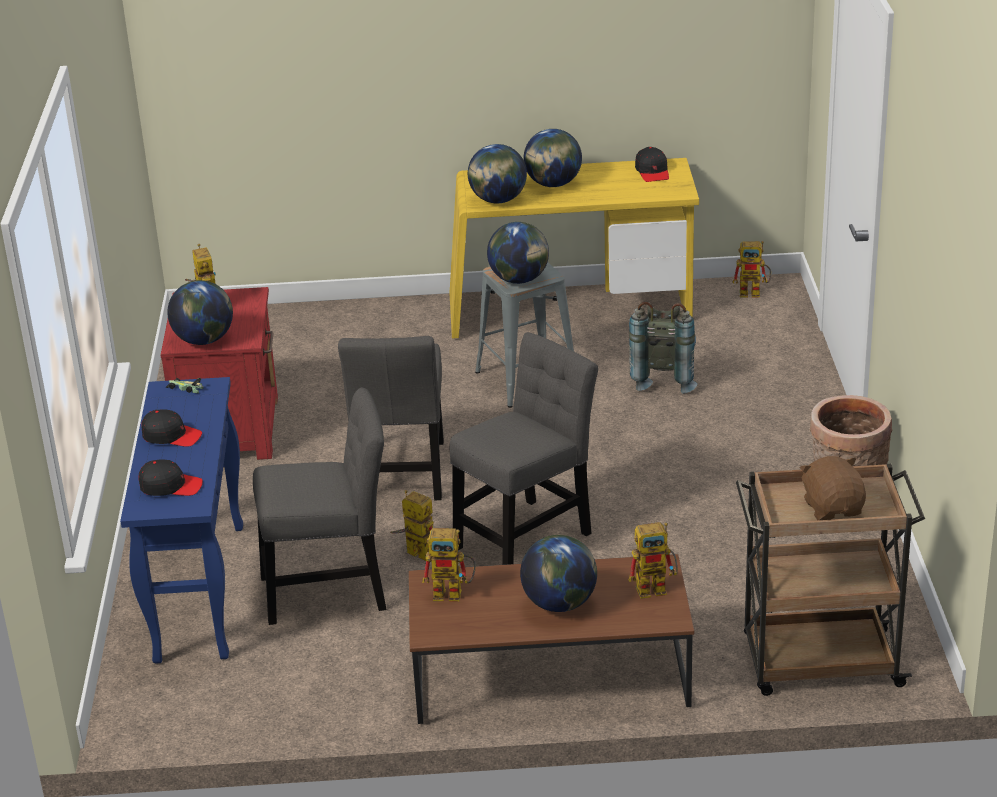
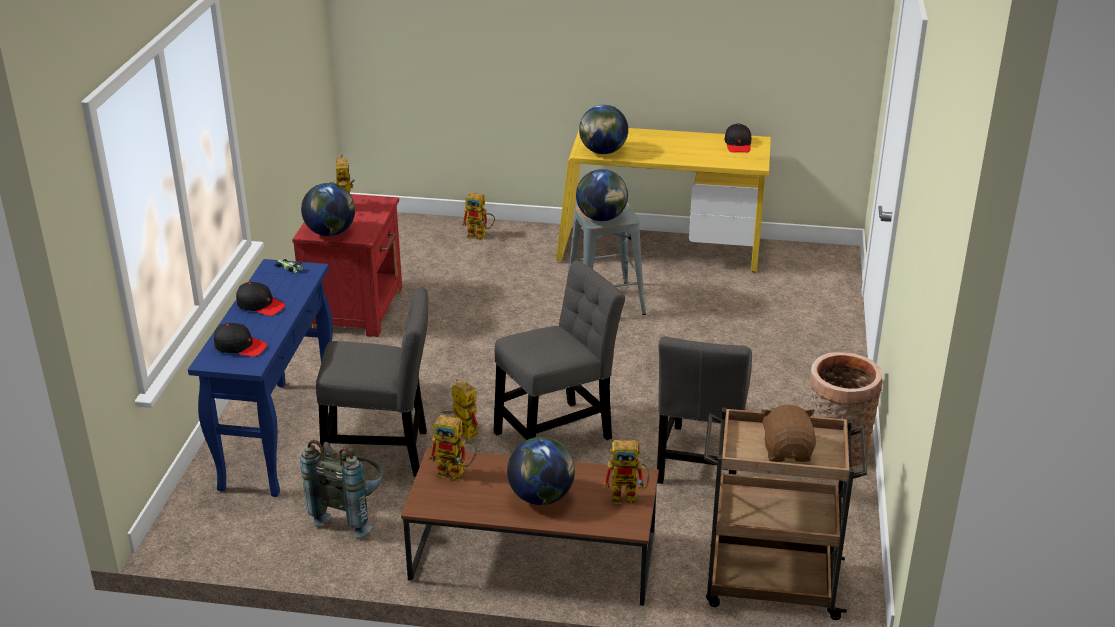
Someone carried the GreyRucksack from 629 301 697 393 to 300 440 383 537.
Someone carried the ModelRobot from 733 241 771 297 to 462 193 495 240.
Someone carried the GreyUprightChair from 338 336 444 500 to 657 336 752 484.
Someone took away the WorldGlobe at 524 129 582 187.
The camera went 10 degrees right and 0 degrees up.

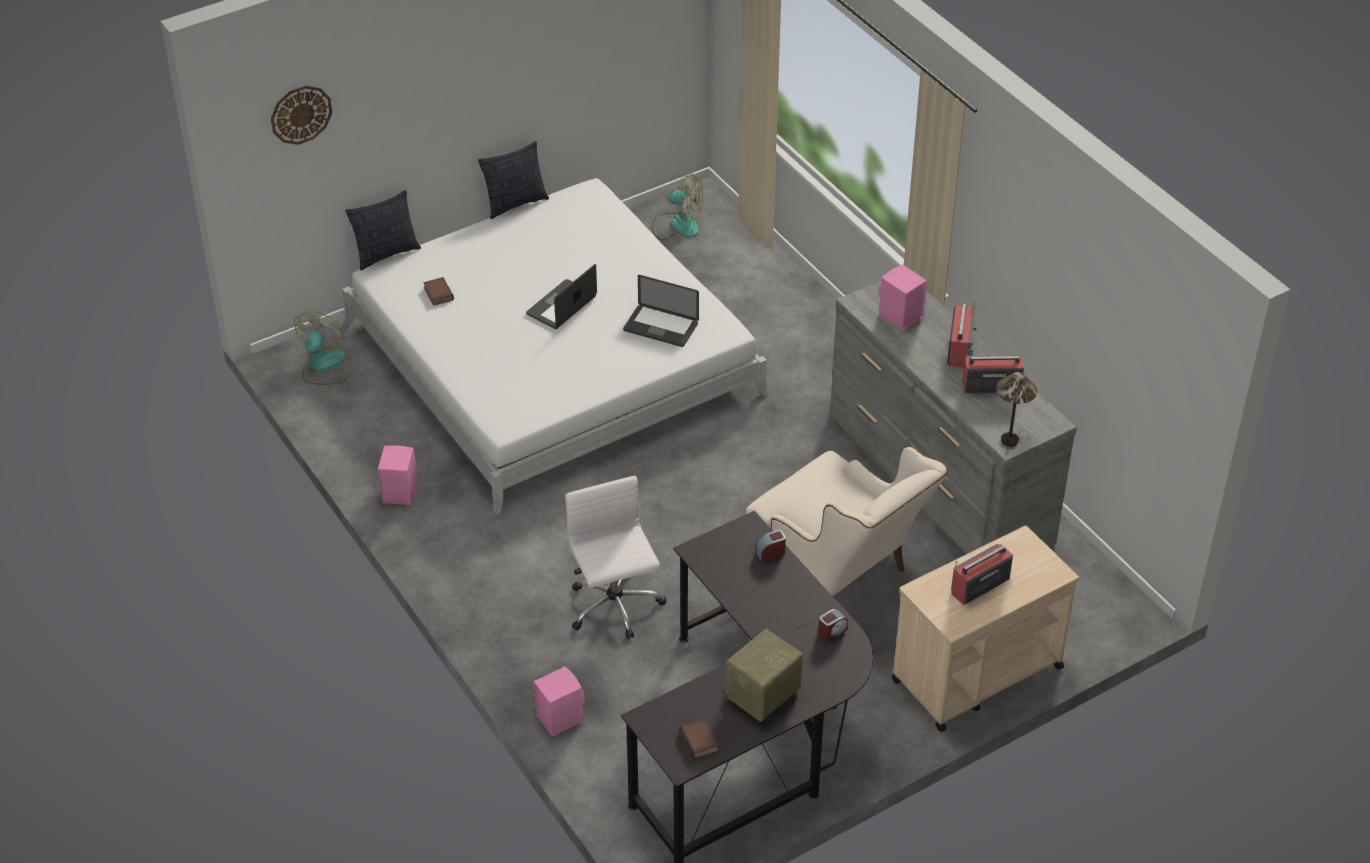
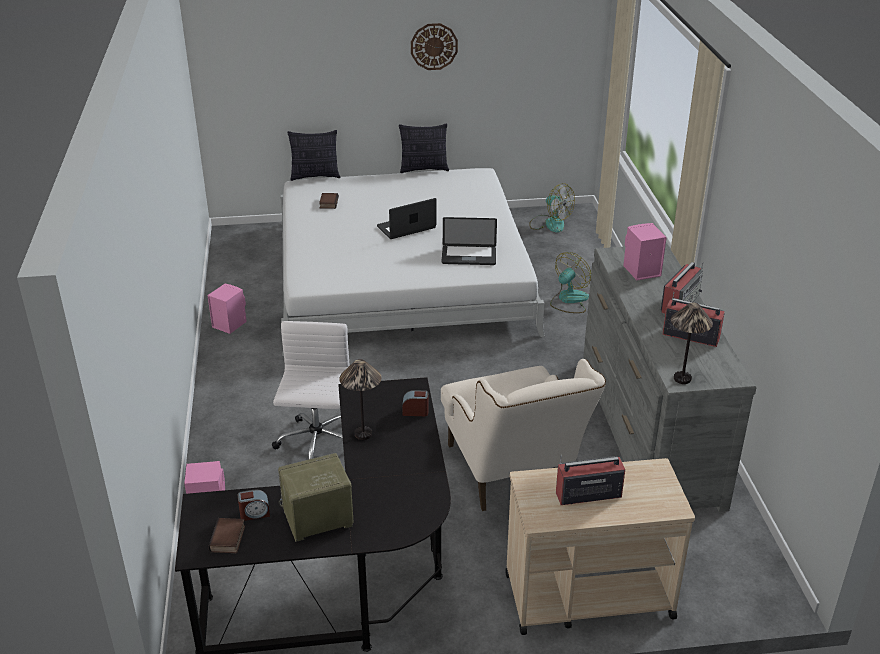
Someone carried the AlarmClock from 818 609 848 641 to 238 490 270 521.
Someone put down the TableLamp at 339 359 381 440.
Someone carried the WallClock from 271 86 332 145 to 411 23 458 70.
Someone rotated the NotebookComputer at 623 275 699 347 by 45 degrees counterclockwise.
Someone carried the CoolingFan from 294 312 348 385 to 550 252 591 313.
The camera went 25 degrees right and 10 degrees down.

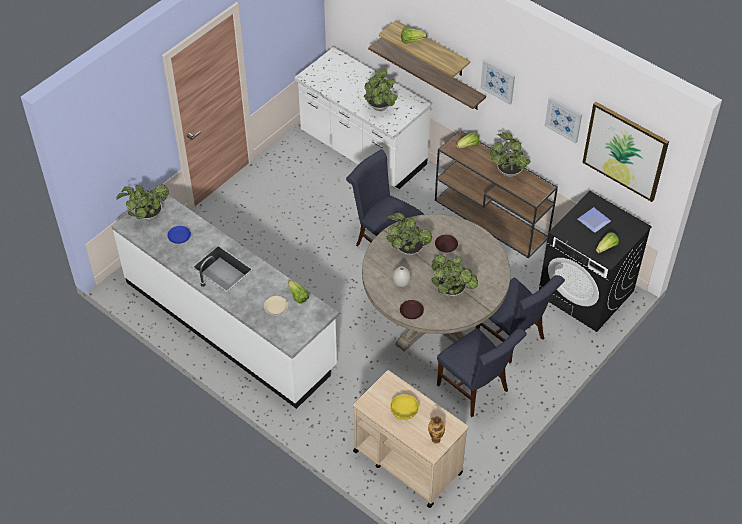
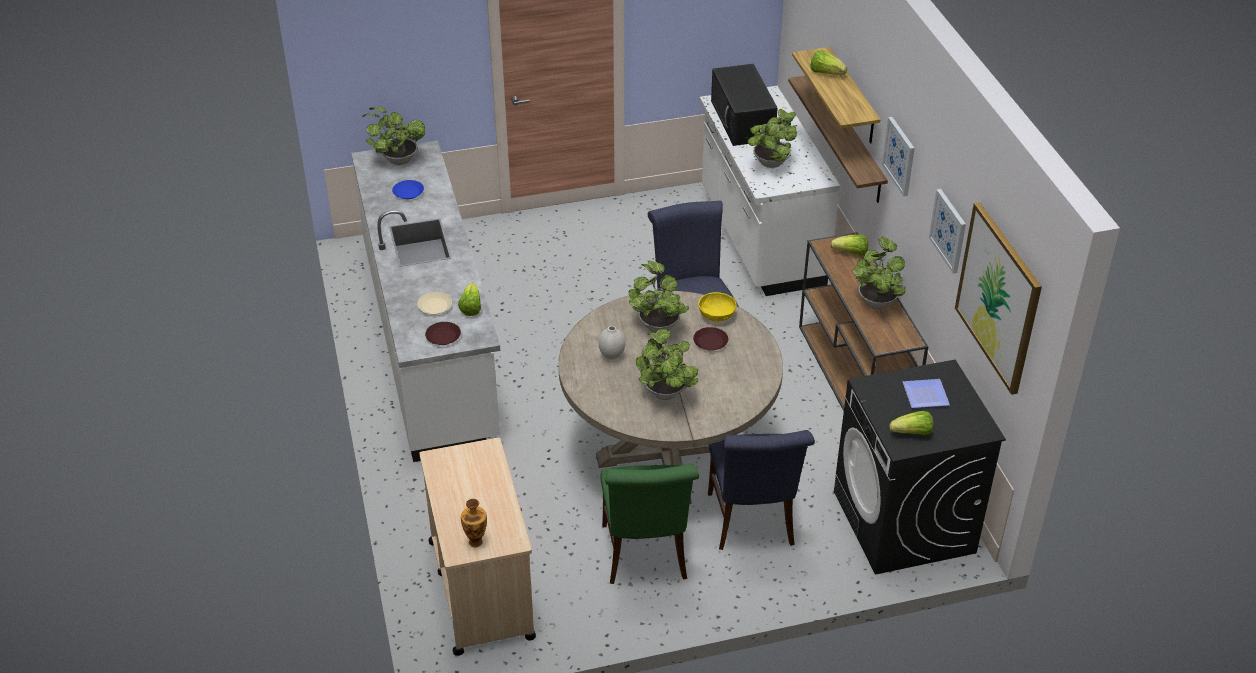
Someone carried the BrownColouredFlatDish from 400 300 424 319 to 425 322 461 345.
Someone repainted the BluishUprightChair at 437 328 527 417, which became the GreenishUprightChair at 600 464 699 584.
Someone carried the YellowDeepDish from 390 395 419 420 to 698 292 737 322.
Someone put down the BlackishKitchenMicrowave at 711 64 778 146.
The camera went 35 degrees right and 10 degrees down.

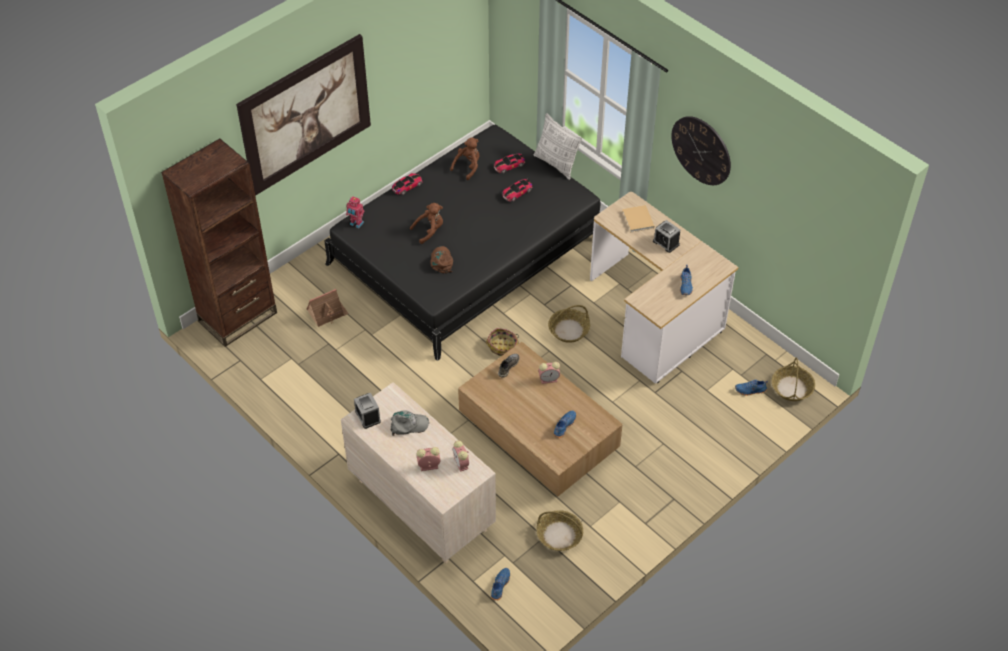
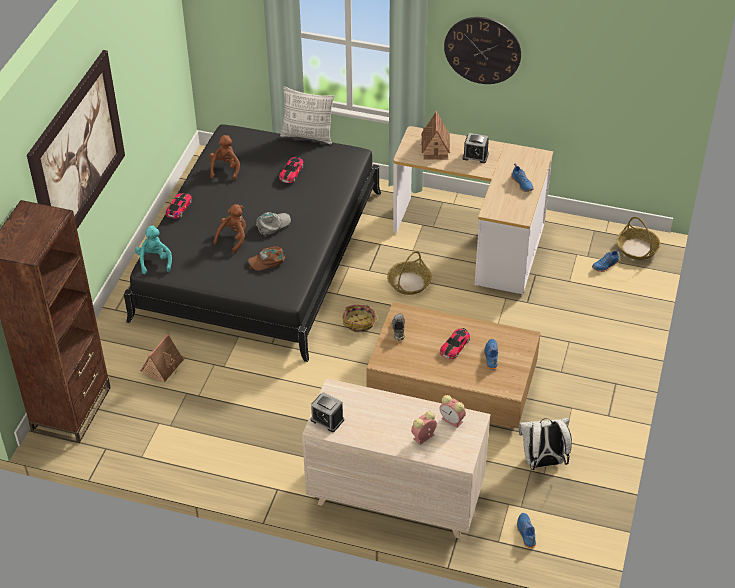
Someone swapped the ModelRobot at 346 196 365 228 for the TurquoiseSoftToy at 135 226 172 274.
Someone rotated the BrownColouredPeakedCap at 430 246 453 274 by 75 degrees counterclockwise.
Someone carried the GreyPeakedCap from 391 410 430 436 to 256 212 291 237.
Someone swapped the BeigeColouredBoundBook at 622 205 654 233 for the MiniatureHouse at 420 111 450 160.
Someone carried the ToyCar from 494 153 525 173 to 440 328 470 359.
Someone swapped the StorageBasket at 537 510 583 551 for the WhitishRucksack at 519 418 572 470.
Someone took away the AlarmClock at 538 362 560 384.
The camera went 30 degrees left and 5 degrees down.

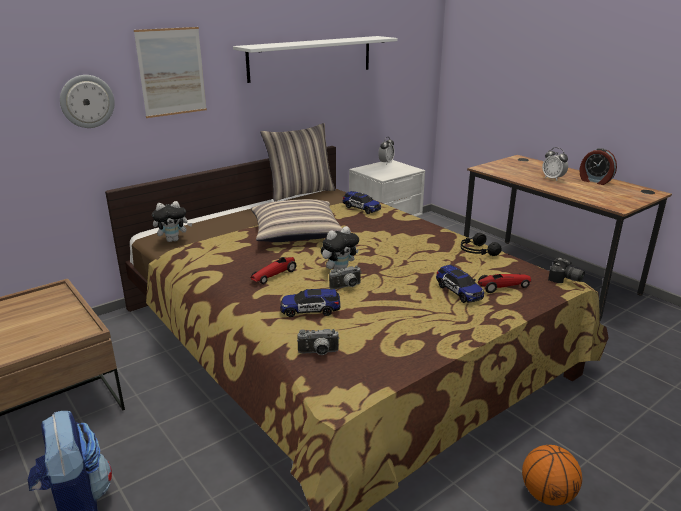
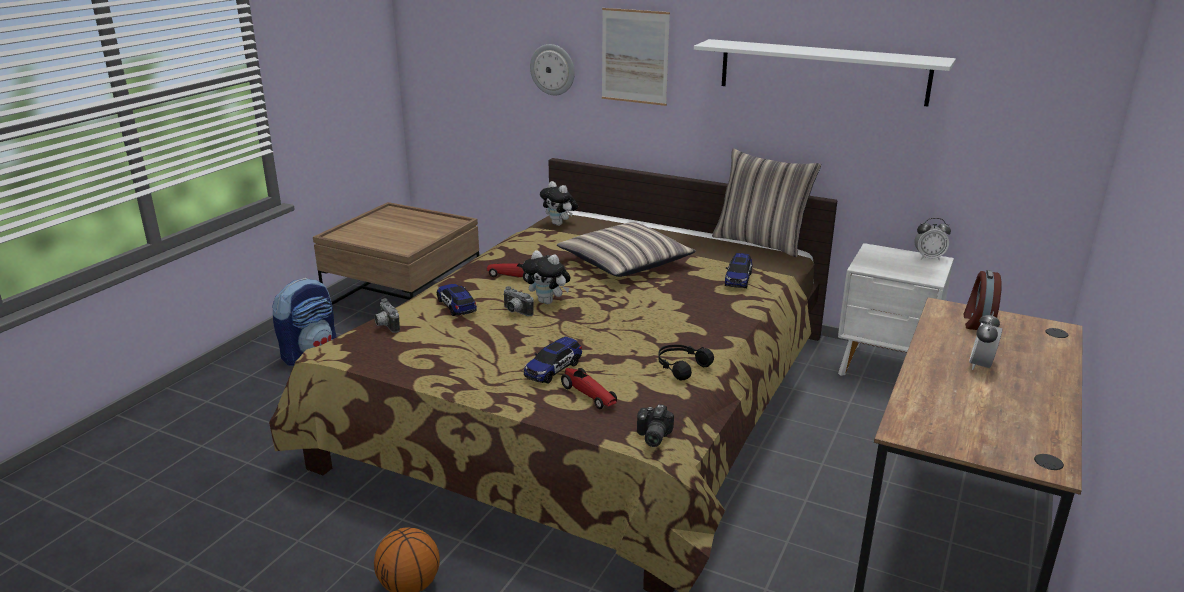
Someone carried the AlarmClock from 580 148 617 185 to 964 270 1002 330.
The camera went 65 degrees right and 0 degrees up.

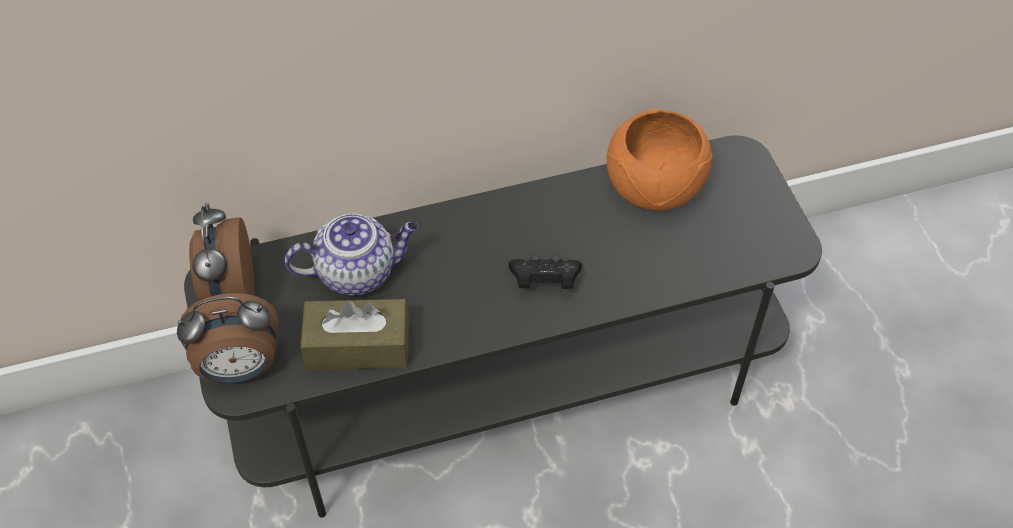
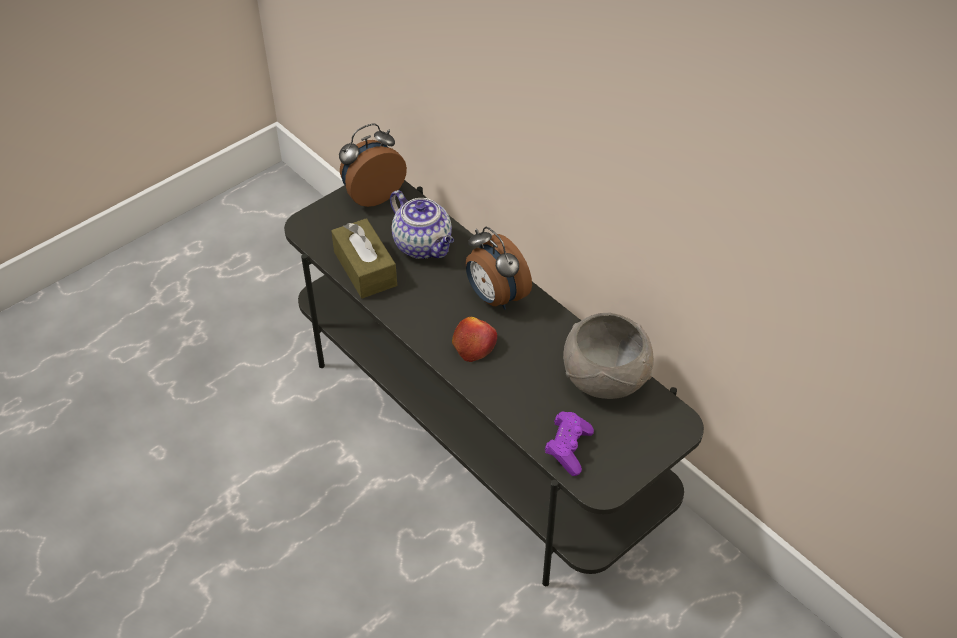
Someone swapped the BlackishJoypad at 508 254 582 289 for the WholeApple at 452 317 497 362.
Someone carried the AlarmClock from 177 293 279 383 to 466 227 532 310.
Someone put down the PurpleColouredJoypad at 545 411 594 476.
Someone repainted the OrangeColouredDeepDish at 607 108 713 211, which became the GreyDeepDish at 563 312 654 399.
The camera went 65 degrees right and 5 degrees down.

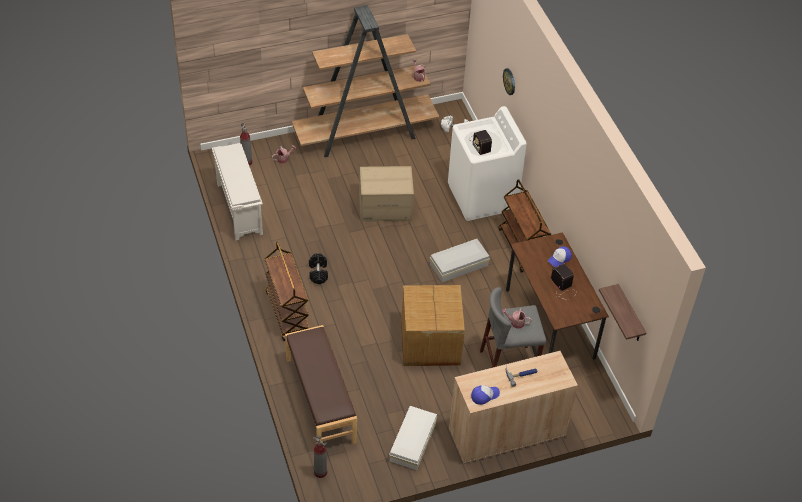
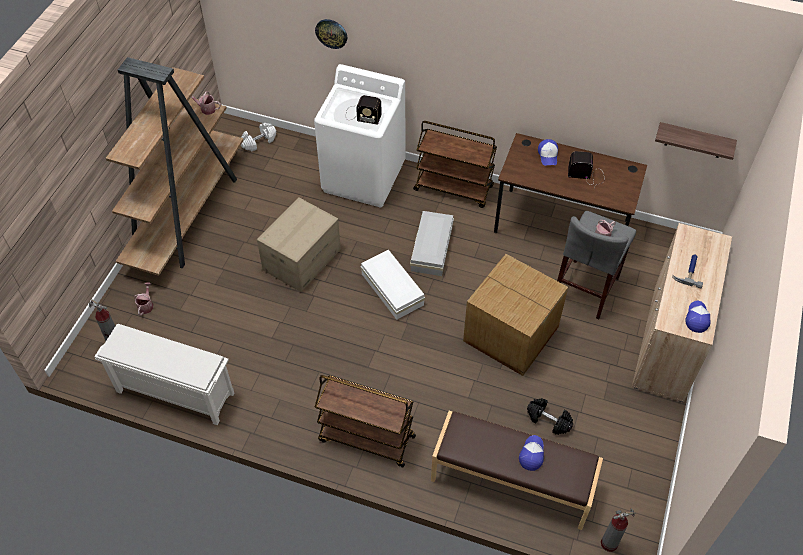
Someone carried the WhitishStorageBox from 389 406 437 470 to 360 250 425 320.
Someone put down the PeakedCap at 519 435 544 471.
Someone carried the BlackishDumbbell from 309 253 328 284 to 527 398 573 435.
The camera went 50 degrees left and 5 degrees up.

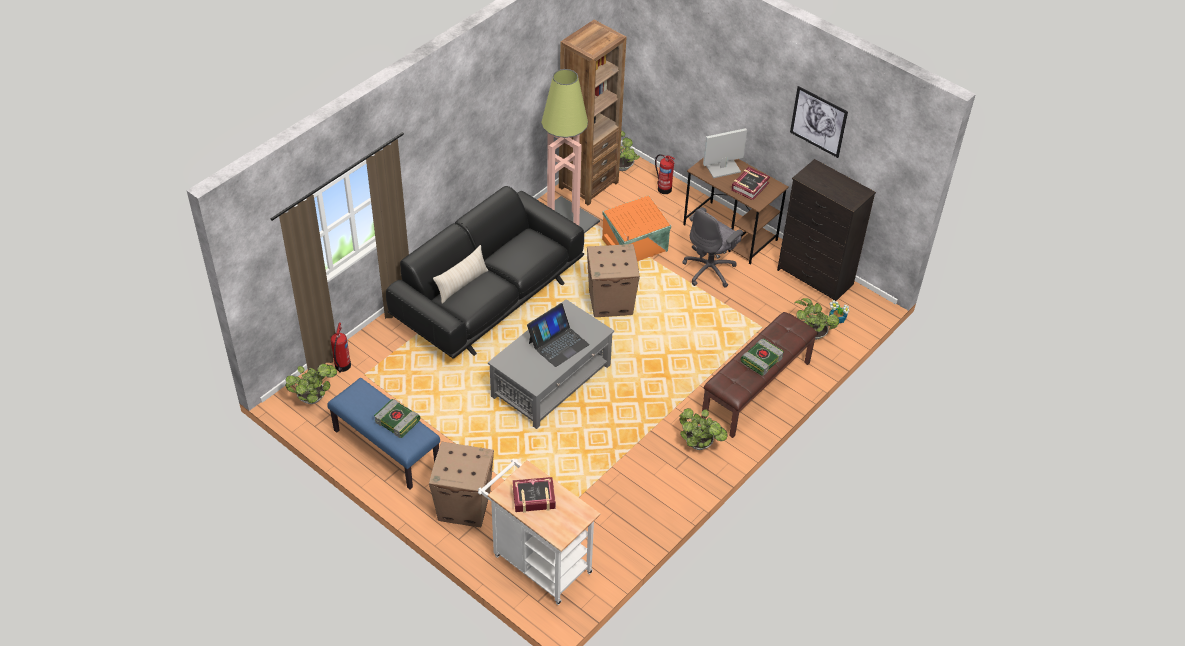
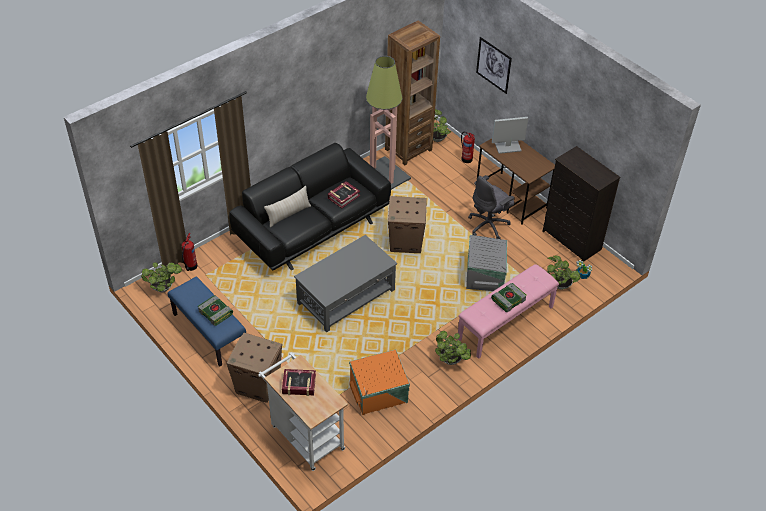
Someone carried the BoundBook from 731 167 770 200 to 328 181 360 208.
Someone carried the OrangeColouredStorageBox from 602 195 671 261 to 349 349 410 415.
Someone repainted the BrownColouredBench at 701 312 818 438, which became the PinkBench at 457 264 559 359.
Someone put down the GreyStorageBox at 466 235 507 291.
Someone carried the Picture from 790 86 848 158 to 476 37 512 94.
Someone took away the NotebookComputer at 527 303 590 367.
The camera went 10 degrees right and 0 degrees up.

